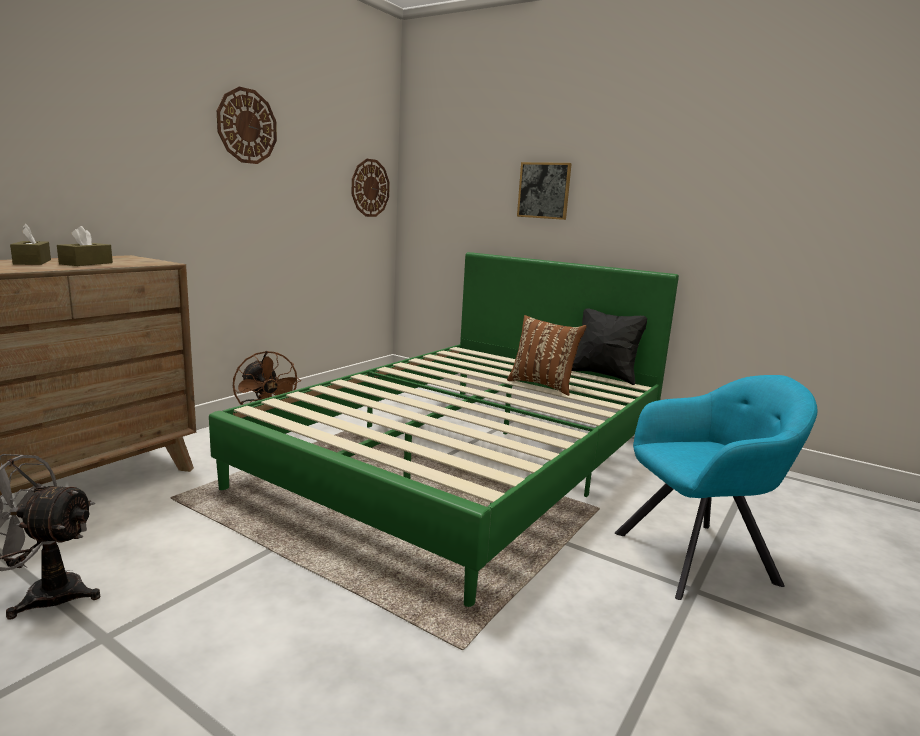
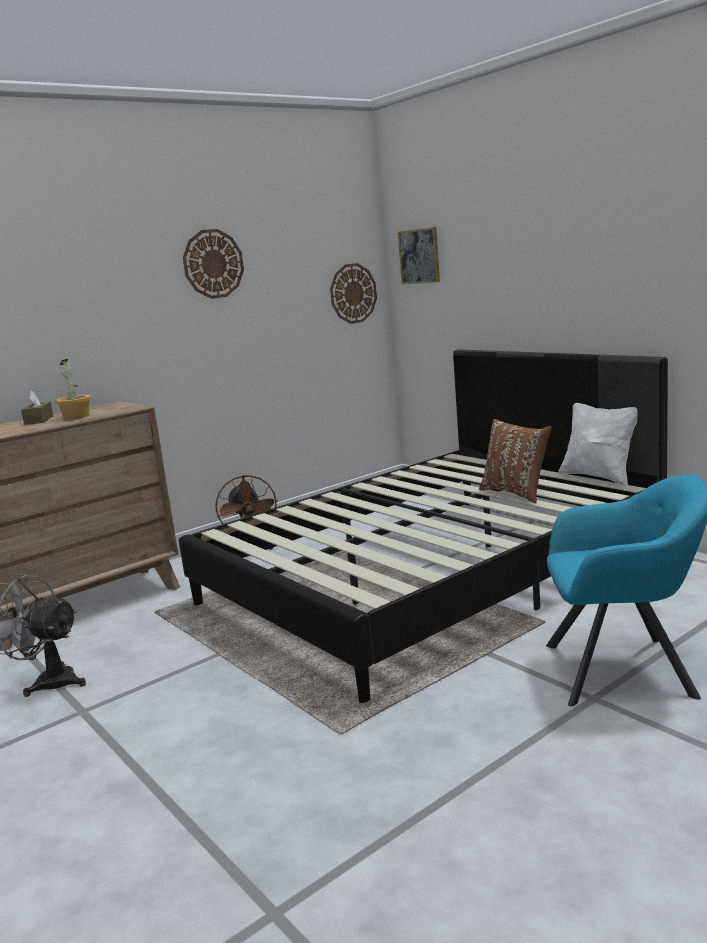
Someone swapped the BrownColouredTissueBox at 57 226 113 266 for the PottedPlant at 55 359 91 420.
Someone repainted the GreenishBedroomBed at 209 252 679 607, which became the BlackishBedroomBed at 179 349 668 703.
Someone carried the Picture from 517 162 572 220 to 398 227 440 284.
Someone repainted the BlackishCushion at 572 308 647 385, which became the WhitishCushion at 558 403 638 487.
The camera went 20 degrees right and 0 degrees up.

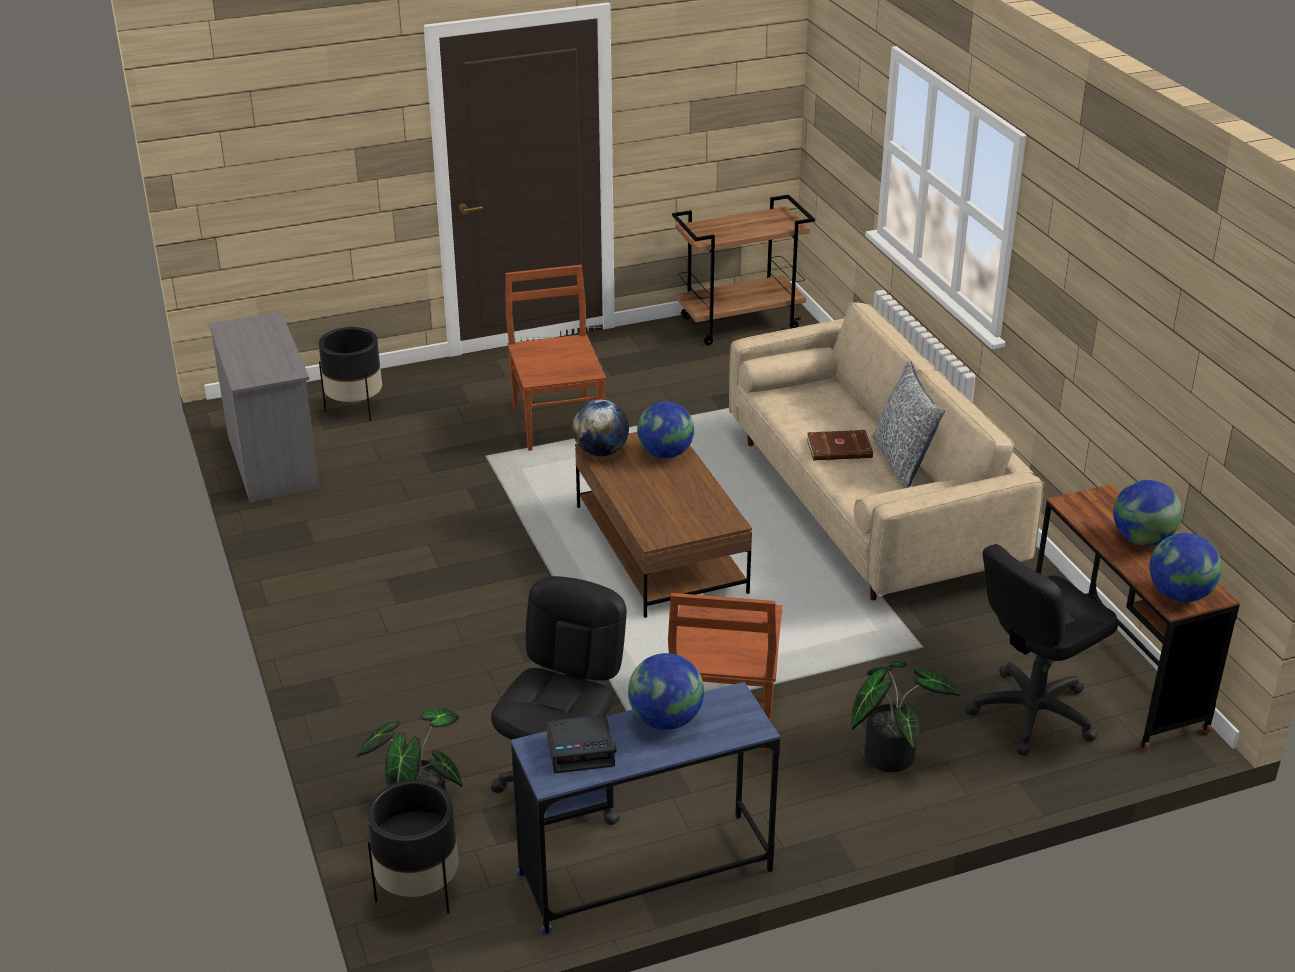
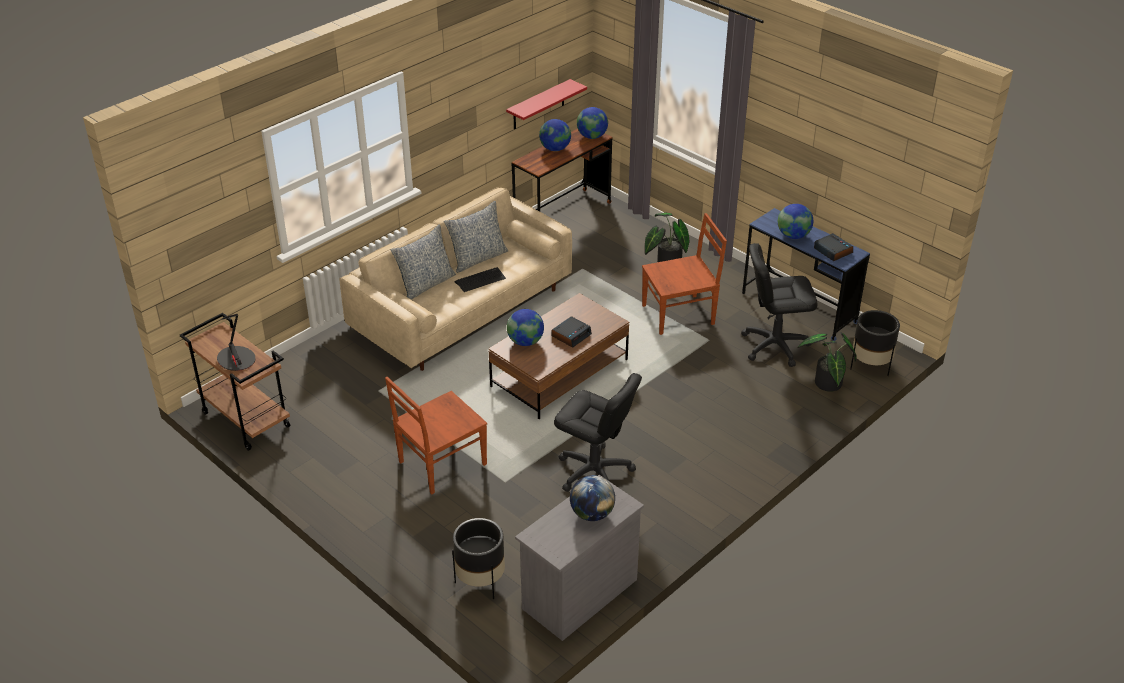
Someone put down the TableLamp at 217 314 256 371.
Someone put down the Cushion at 391 225 456 300.
Someone swapped the BrownColouredBoundBook at 807 430 873 460 for the PcKeyboard at 454 267 506 292.
Someone put up the RedColouredWallShelf at 506 79 587 129.
Someone put down the AlarmClock at 551 316 592 348.
Someone carried the BlackishOfficeChair from 965 544 1118 756 to 554 373 642 492.
Someone carried the WorldGlobe from 572 400 629 456 to 570 475 615 521.
The camera went 115 degrees left and 5 degrees up.

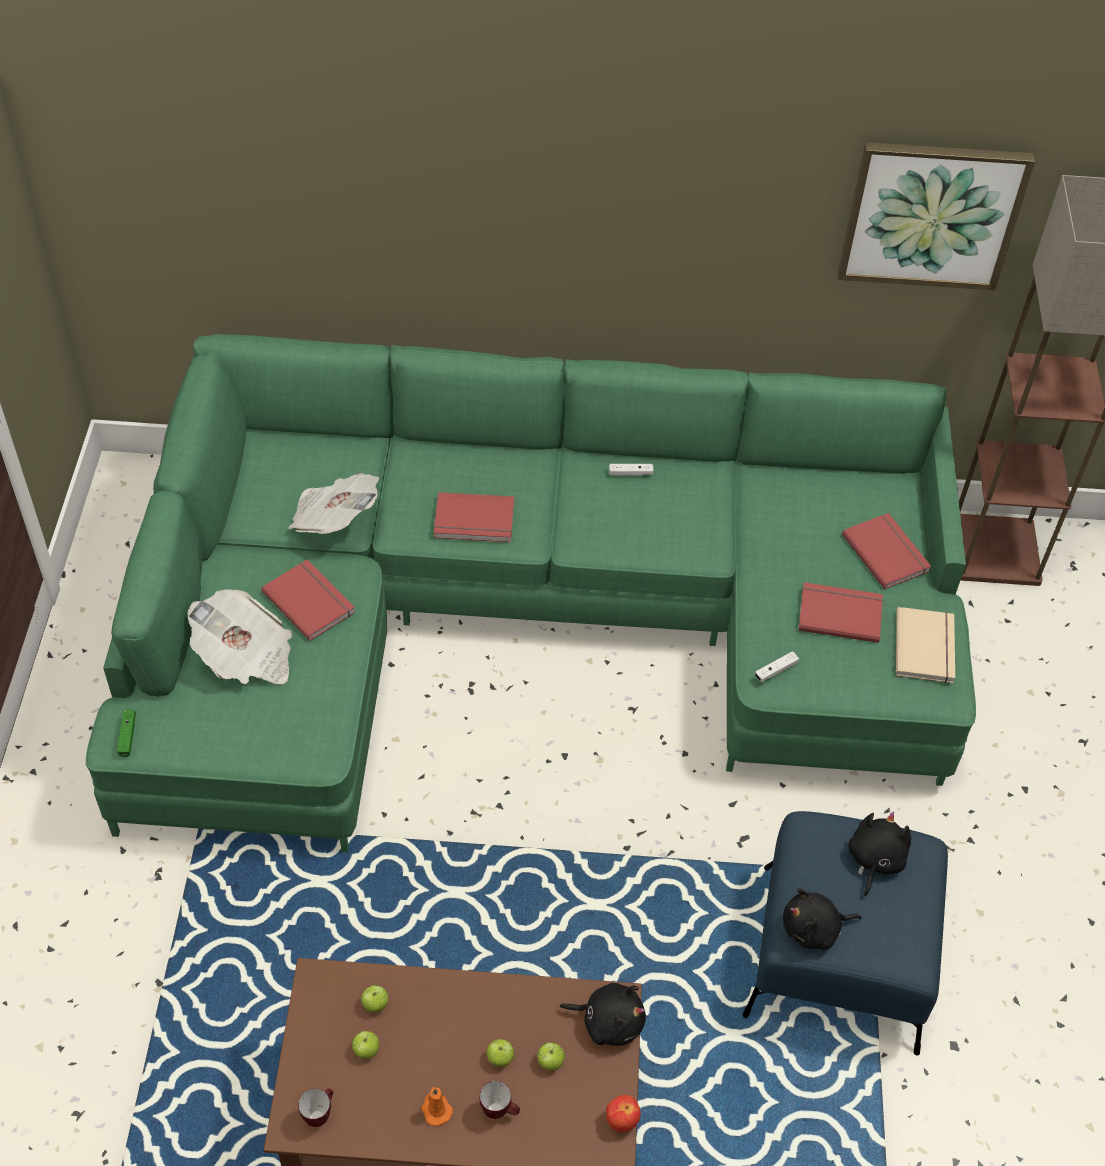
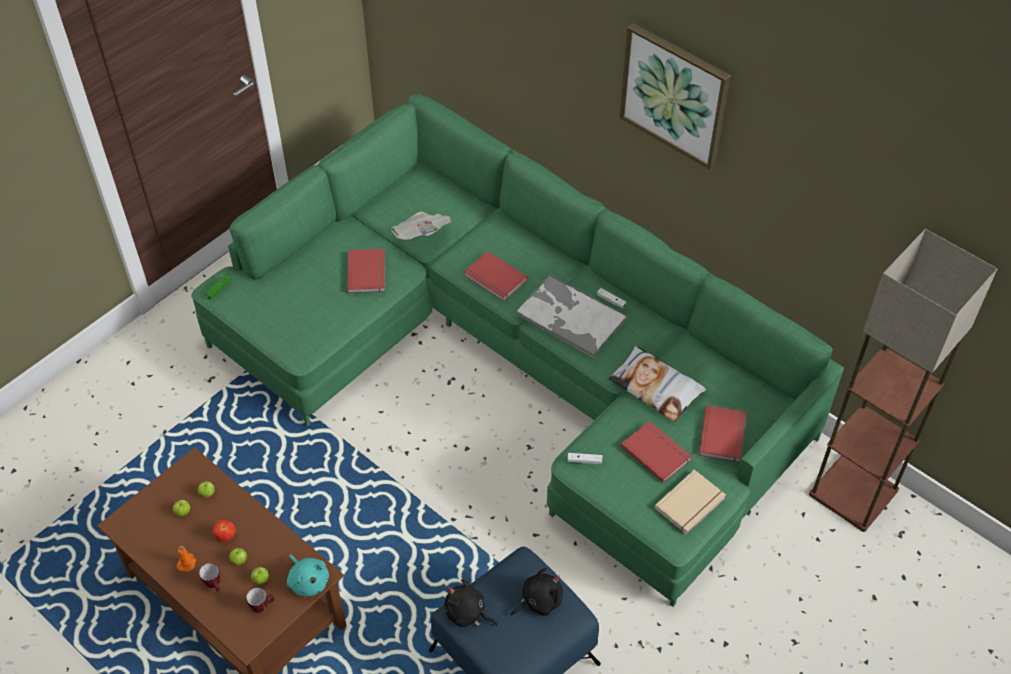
Someone carried the WholeApple from 606 1095 641 1133 to 213 520 235 542.
Someone carried the TeaMug from 298 1088 333 1127 to 246 587 275 613.
Someone repainted the BlackishSoftToy at 560 983 646 1046, which became the TurquoiseSoftToy at 287 555 329 597.
Someone put down the Tray at 515 274 628 358.
Someone put down the Cushion at 608 346 706 422.
Someone carried the Picture from 838 142 1035 290 to 619 23 731 170.
Someone took away the DailyPaper at 187 589 292 685.
The camera went 40 degrees right and 0 degrees up.

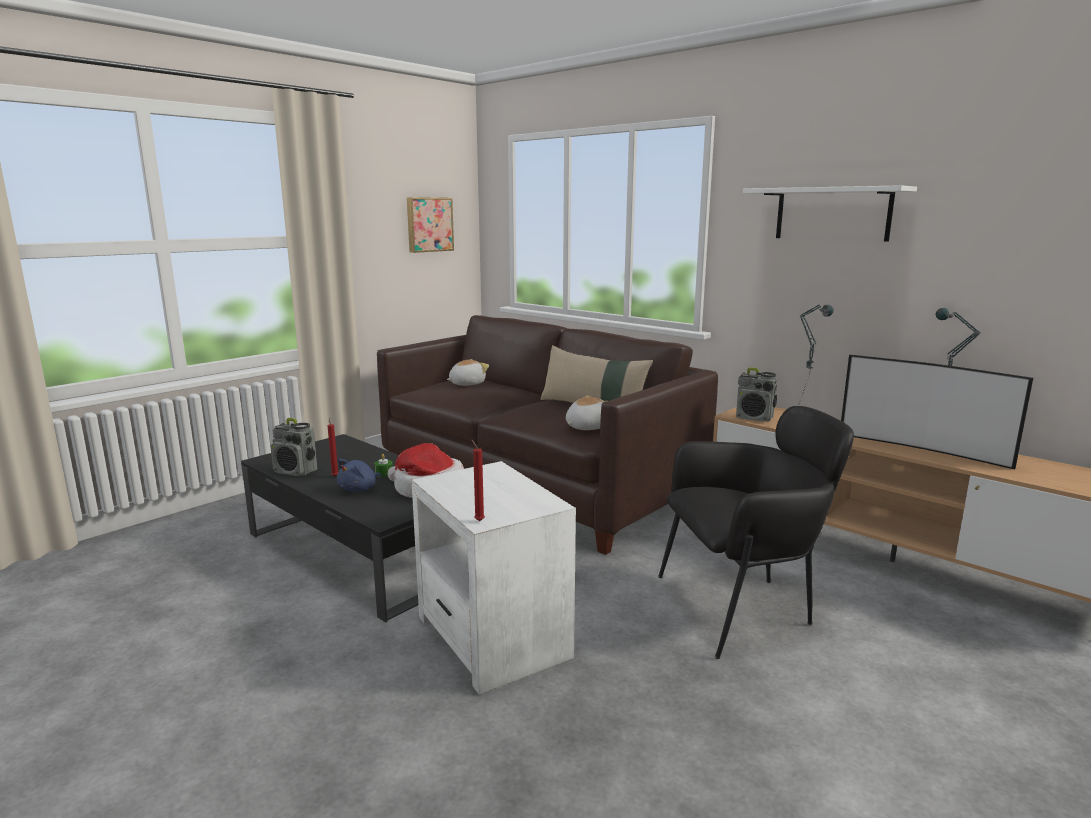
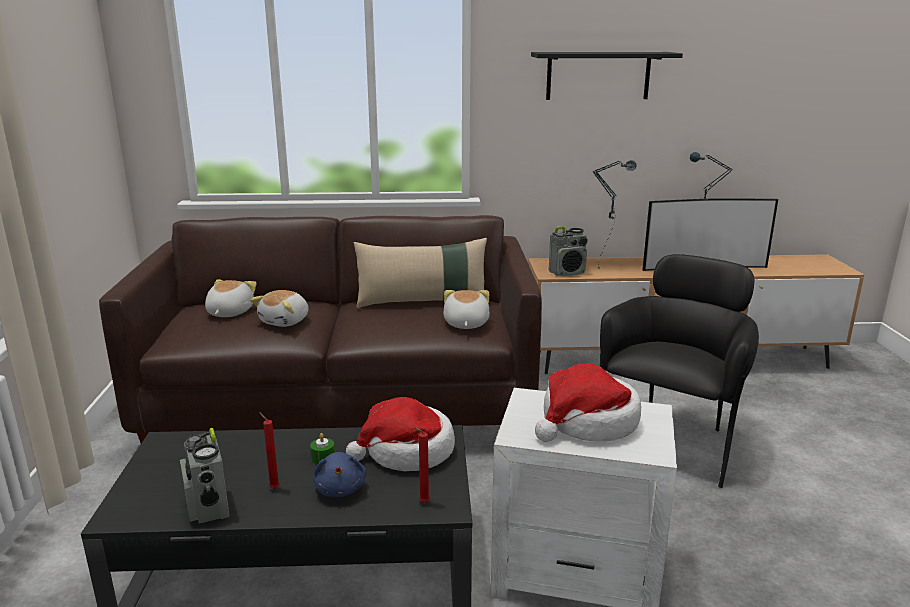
Someone rotated the RadioSet at 270 418 318 476 by 90 degrees clockwise.
Someone put down the SoftToy at 250 290 309 327.
Someone carried the RedColouredCandle from 472 440 485 521 to 414 426 430 503.
Someone repainted the WhitishWallShelf at 743 185 917 242, which became the BlackishWallShelf at 531 52 683 100.
Someone put down the Hat at 535 363 641 442.
Someone took away the Picture at 407 197 454 253.
The camera went 45 degrees left and 5 degrees up.

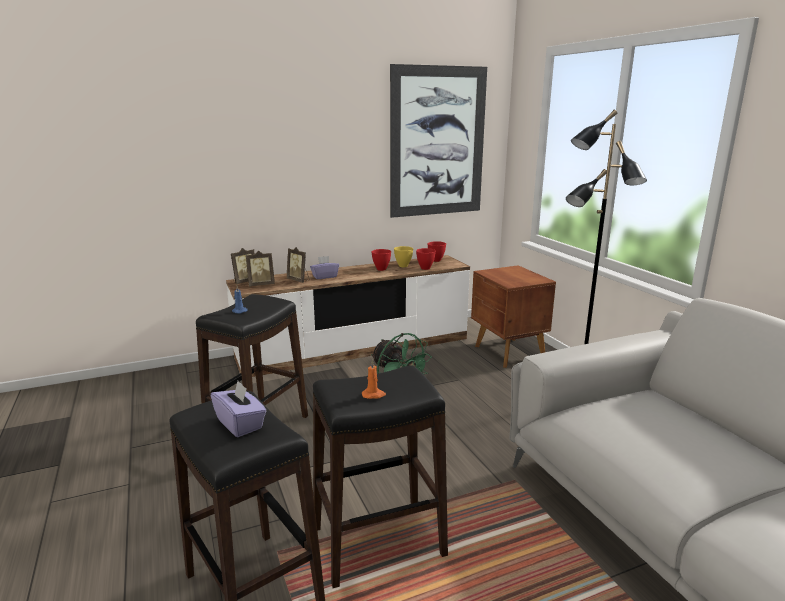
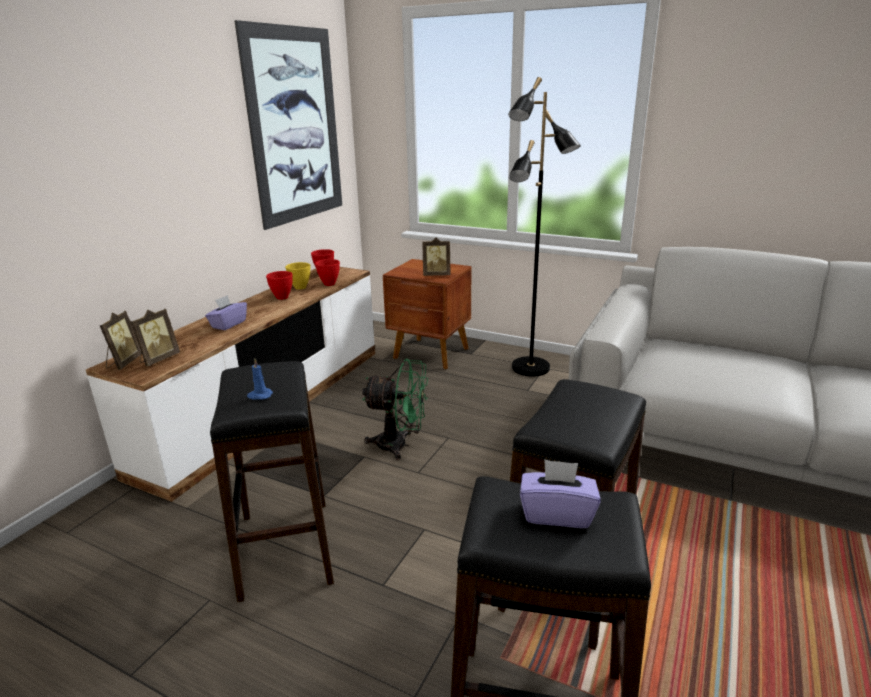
Someone carried the StandingFrame from 287 247 310 283 to 422 238 450 276.
Someone took away the OrangeColouredCandle at 362 360 386 399.
The camera went 40 degrees left and 5 degrees up.

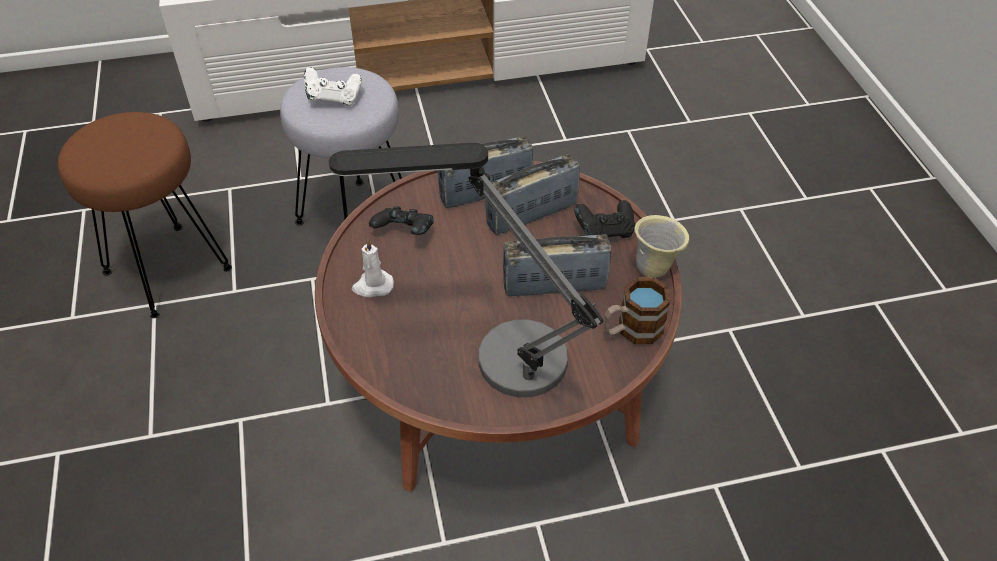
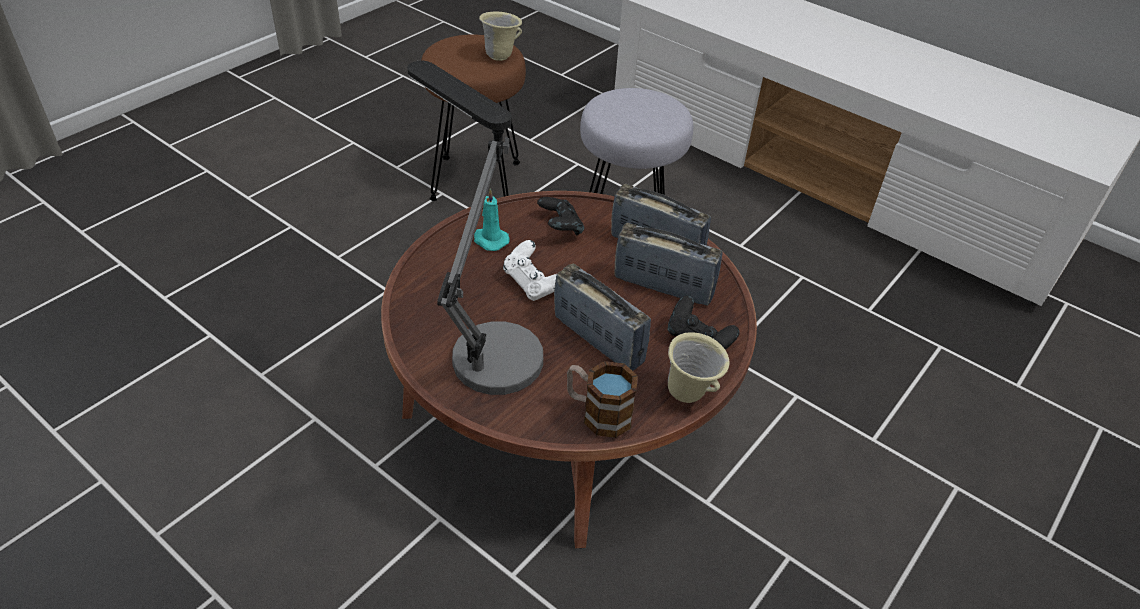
Someone repainted the WhitishCandle at 352 238 394 298, which became the TurquoiseCandle at 474 188 510 251.
Someone put down the BeigeColouredTeaMug at 479 11 522 61.
Someone carried the WhitishJoypad from 304 67 362 106 to 503 240 557 301.
The camera went 50 degrees right and 5 degrees down.

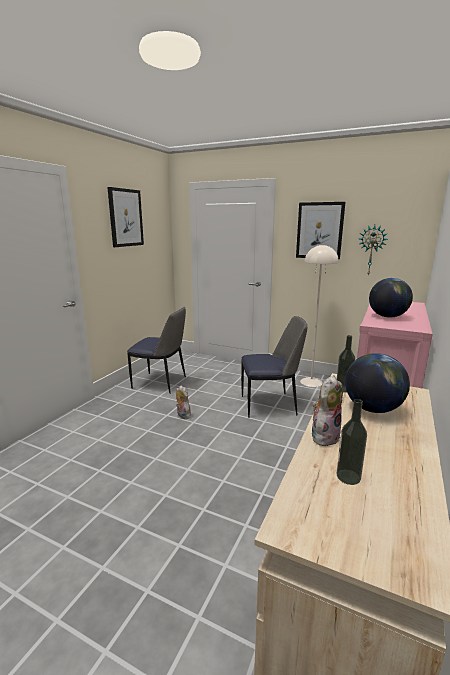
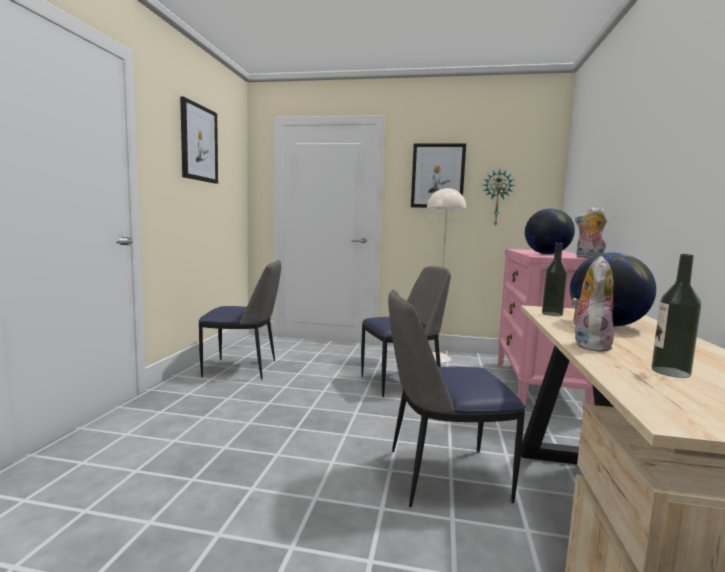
Someone put down the UprightChair at 388 290 525 507.
Someone carried the SoftToy from 176 386 191 419 to 575 207 607 258.
The camera went 15 degrees left and 10 degrees down.

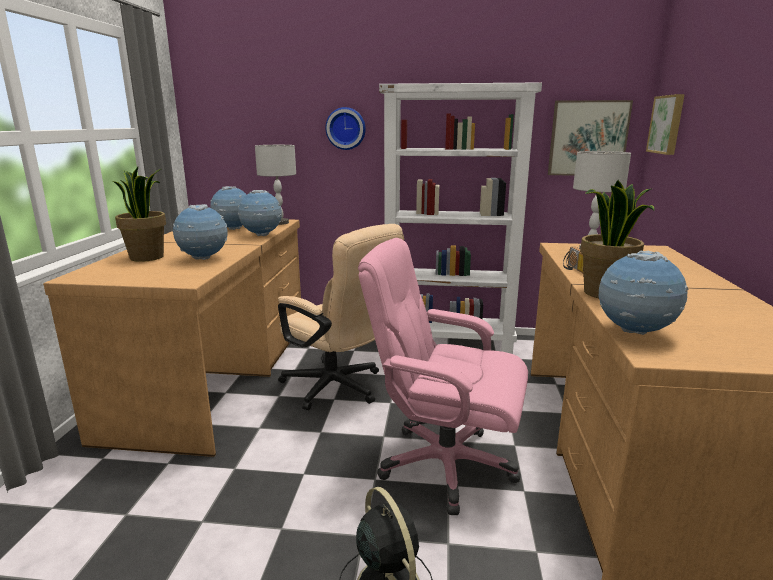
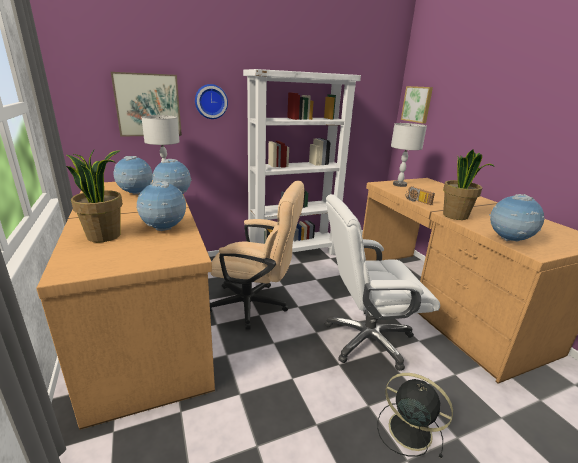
Someone carried the Picture from 548 100 633 176 to 111 72 182 137.
Someone repainted the PinkOfficeChair at 358 238 528 515, which became the WhitishOfficeChair at 324 194 440 371.
The camera went 30 degrees left and 5 degrees up.

